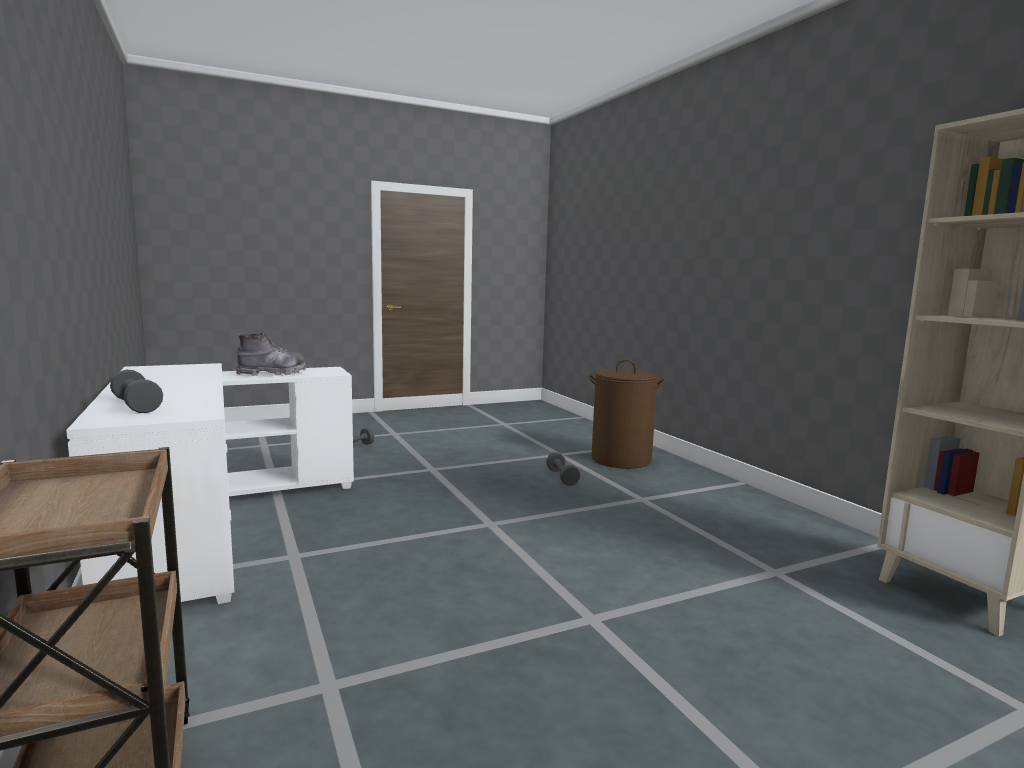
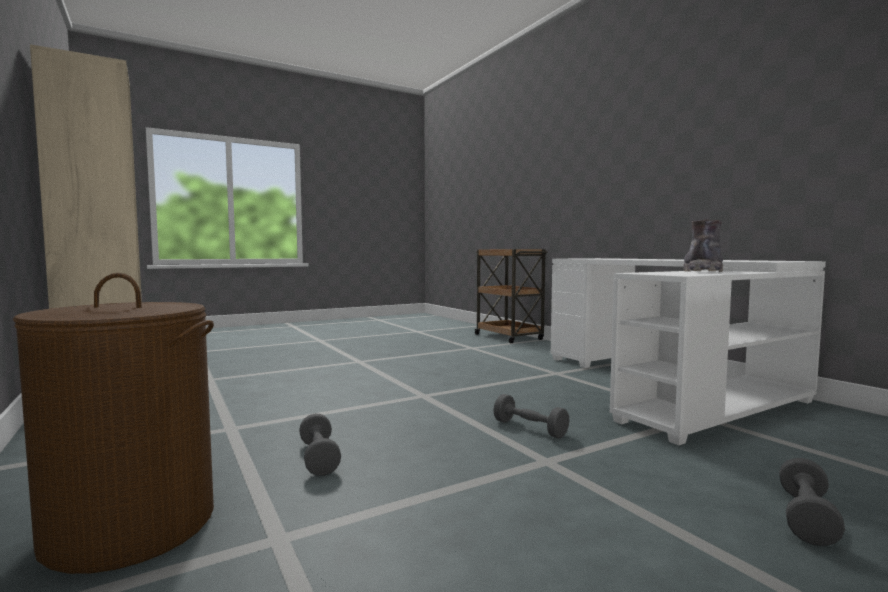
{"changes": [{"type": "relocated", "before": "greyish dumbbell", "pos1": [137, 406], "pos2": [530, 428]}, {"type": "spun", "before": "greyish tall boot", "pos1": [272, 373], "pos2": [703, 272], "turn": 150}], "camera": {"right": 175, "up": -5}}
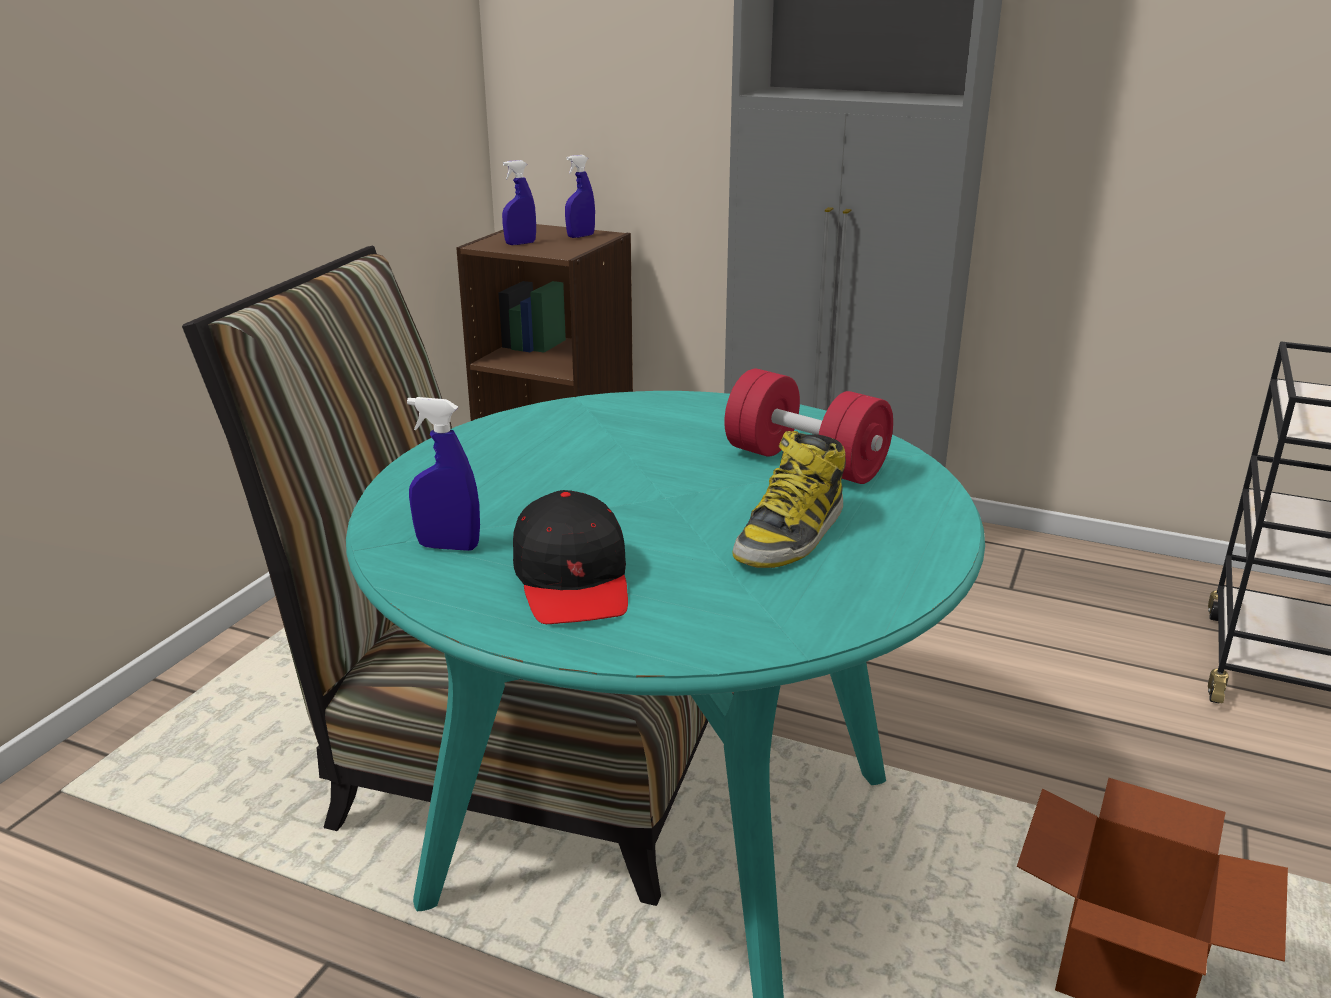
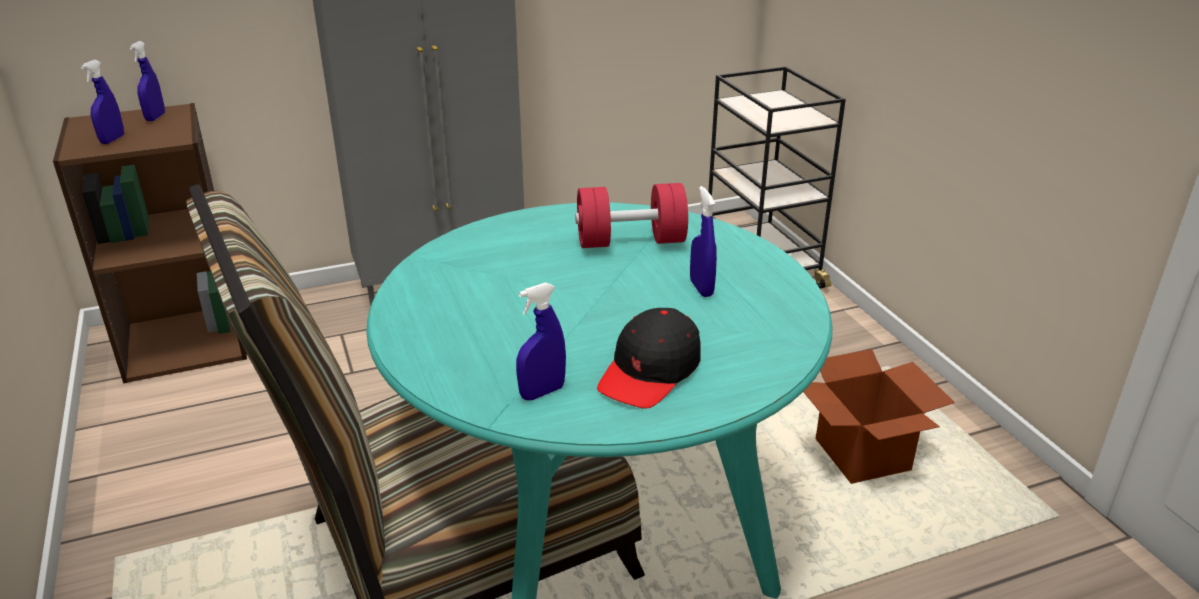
{"changes": [{"type": "spun", "before": "blackish peaked cap", "pos1": [573, 580], "pos2": [650, 372], "turn": 90}, {"type": "exchanged", "before": "tall boot", "after": "blue hand sprayer", "pos1": [791, 535], "pos2": [701, 288]}], "camera": {"right": -45, "up": 5}}
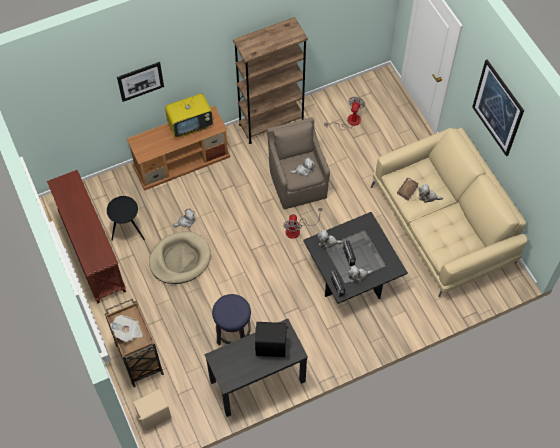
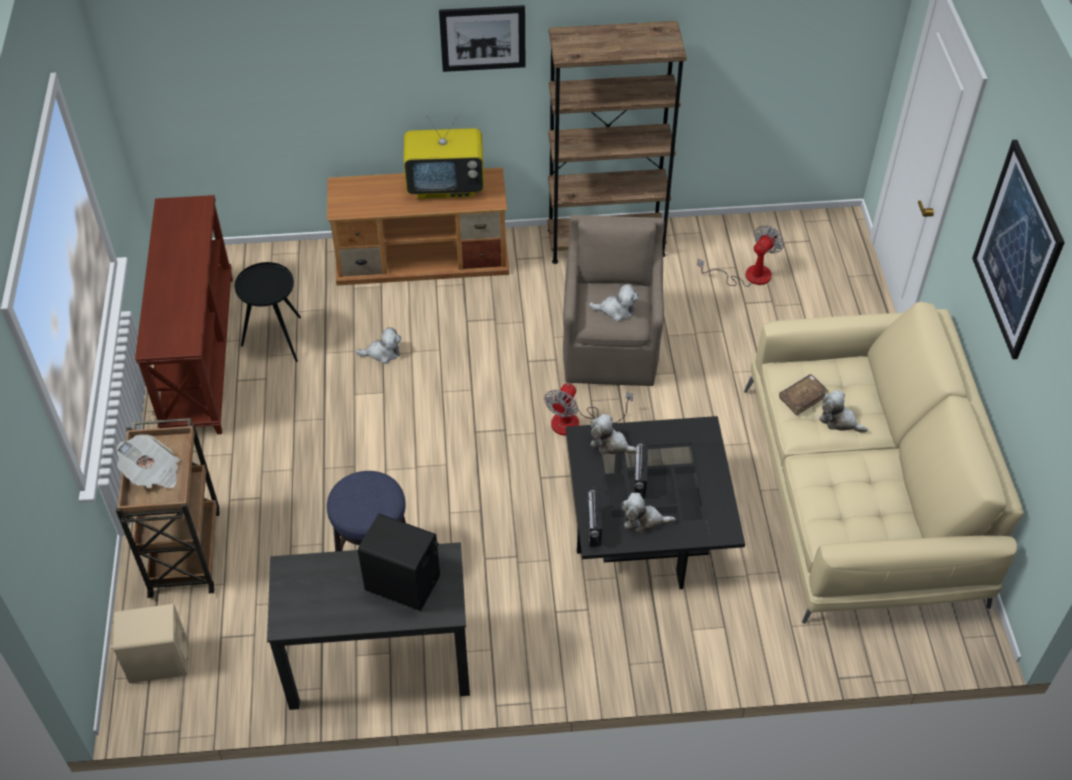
{"changes": [{"type": "relocated", "before": "wall art", "pos1": [140, 81], "pos2": [483, 38]}, {"type": "missing", "before": "beige dog cushion", "pos1": [180, 259]}], "camera": {"right": 20, "up": -10}}
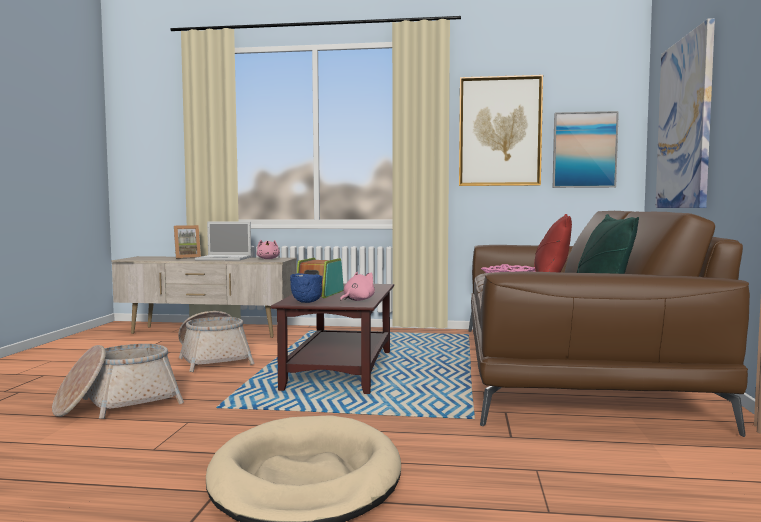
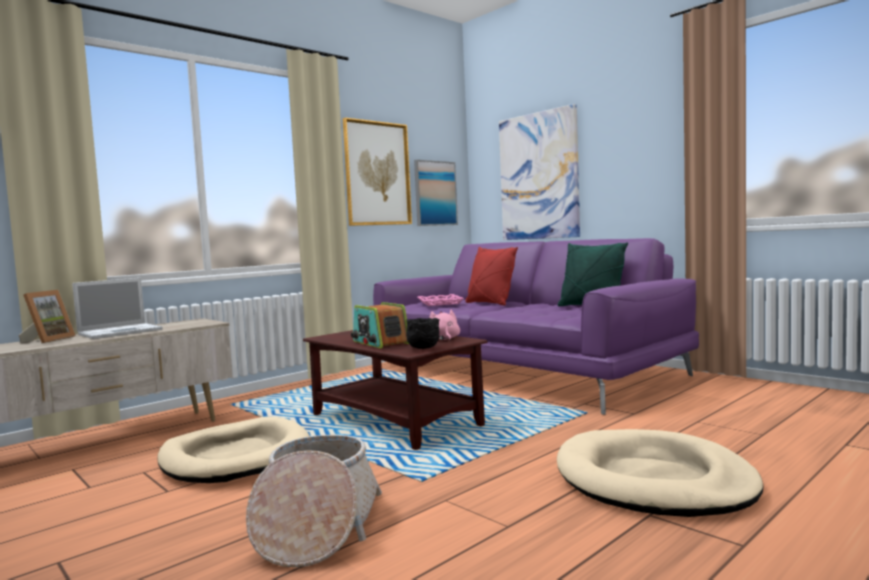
{"changes": [{"type": "exchanged", "before": "household basket", "after": "beige dog cushion", "pos1": [213, 359], "pos2": [236, 457]}, {"type": "missing", "before": "pinkish soft toy", "pos1": [268, 259]}, {"type": "colour", "before": "blue serving bowl", "after": "blackish serving bowl", "pos1": [306, 303], "pos2": [423, 349]}, {"type": "colour", "before": "brownish couch", "after": "purple-coloured couch", "pos1": [566, 369], "pos2": [521, 371]}], "camera": {"right": -50, "up": 0}}
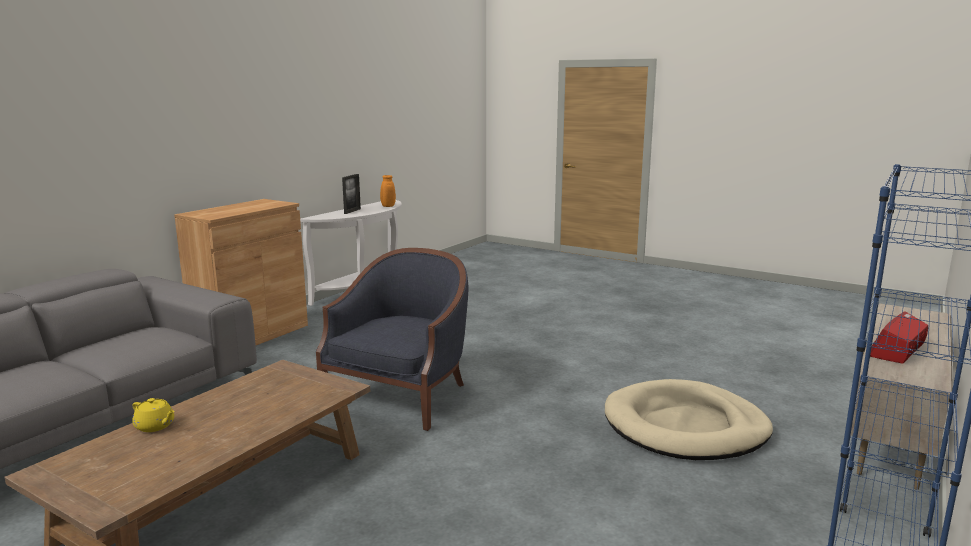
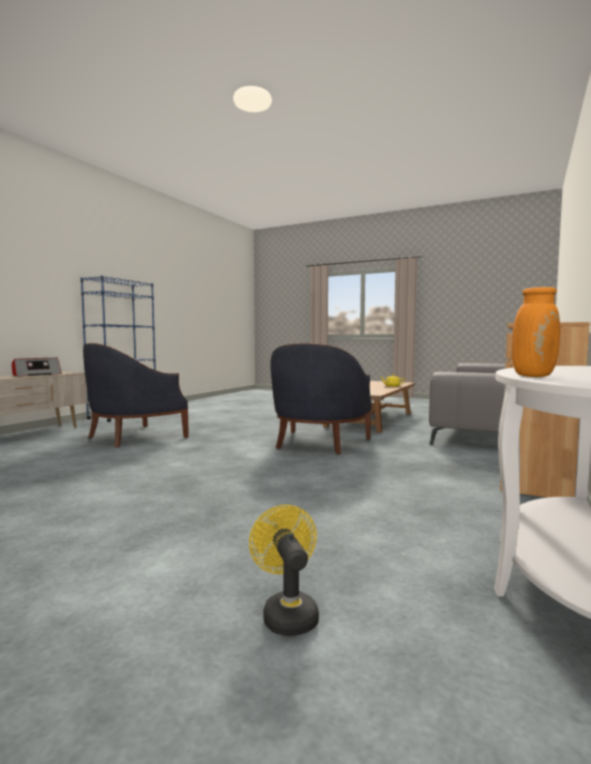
{"changes": [{"type": "missing", "before": "photo frame", "pos1": [352, 211]}, {"type": "exchanged", "before": "beige dog cushion", "after": "blue armchair", "pos1": [685, 426], "pos2": [135, 437]}, {"type": "appeared", "after": "yellow fan", "pos2": [287, 613]}], "camera": {"right": 175, "up": -10}}
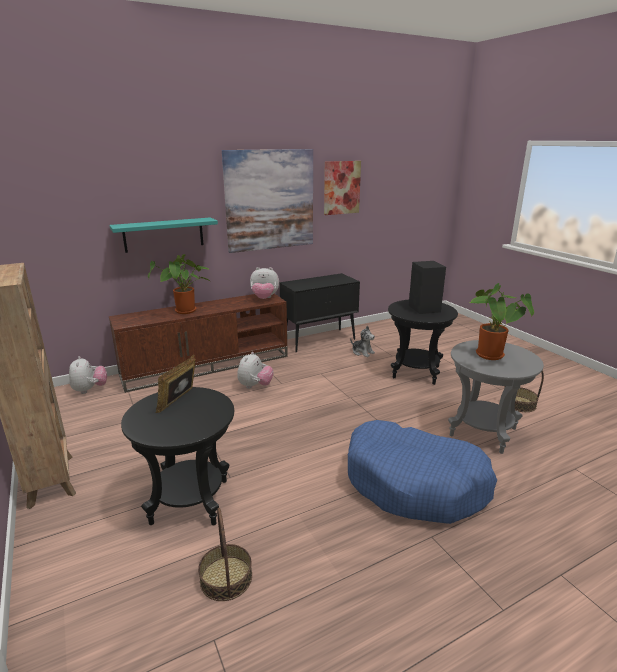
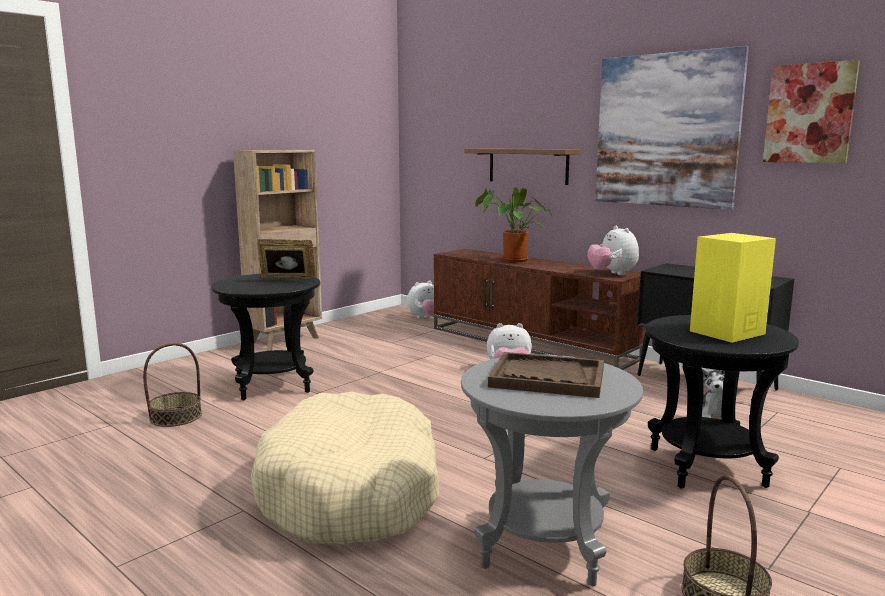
{"changes": [{"type": "colour", "before": "turquoise shelf", "after": "brownish shelf", "pos1": [164, 234], "pos2": [528, 166]}, {"type": "colour", "before": "blue dog cushion", "after": "beige dog cushion", "pos1": [415, 483], "pos2": [352, 491]}, {"type": "colour", "before": "blackish audio speaker", "after": "yellow audio speaker", "pos1": [424, 309], "pos2": [726, 333]}, {"type": "exchanged", "before": "houseplant", "after": "brownish tray", "pos1": [492, 356], "pos2": [547, 378]}], "camera": {"right": 70, "up": -10}}
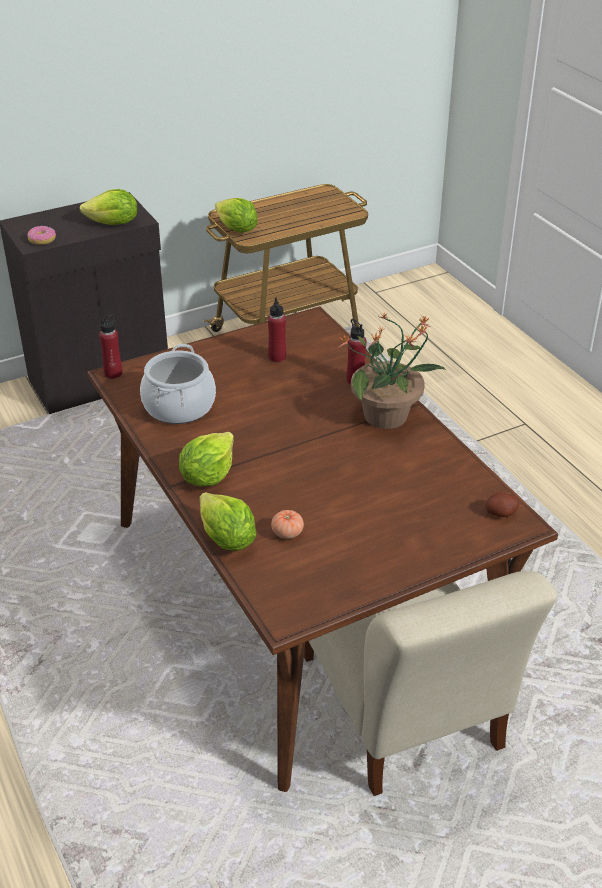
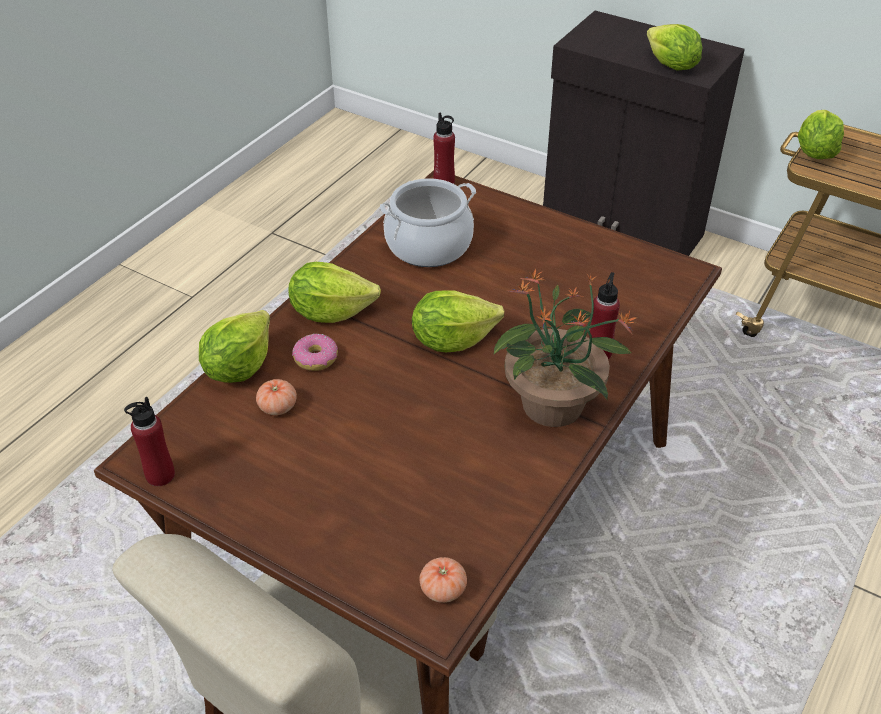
{"changes": [{"type": "relocated", "before": "donut", "pos1": [42, 240], "pos2": [316, 358]}, {"type": "relocated", "before": "red drink bottle", "pos1": [277, 357], "pos2": [160, 475]}, {"type": "exchanged", "before": "potato", "after": "tomato", "pos1": [501, 513], "pos2": [443, 589]}, {"type": "appeared", "after": "lettuce", "pos2": [452, 340]}], "camera": {"right": 60, "up": 5}}
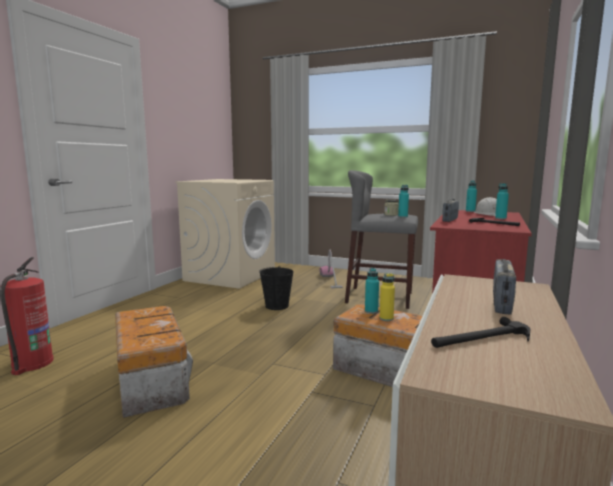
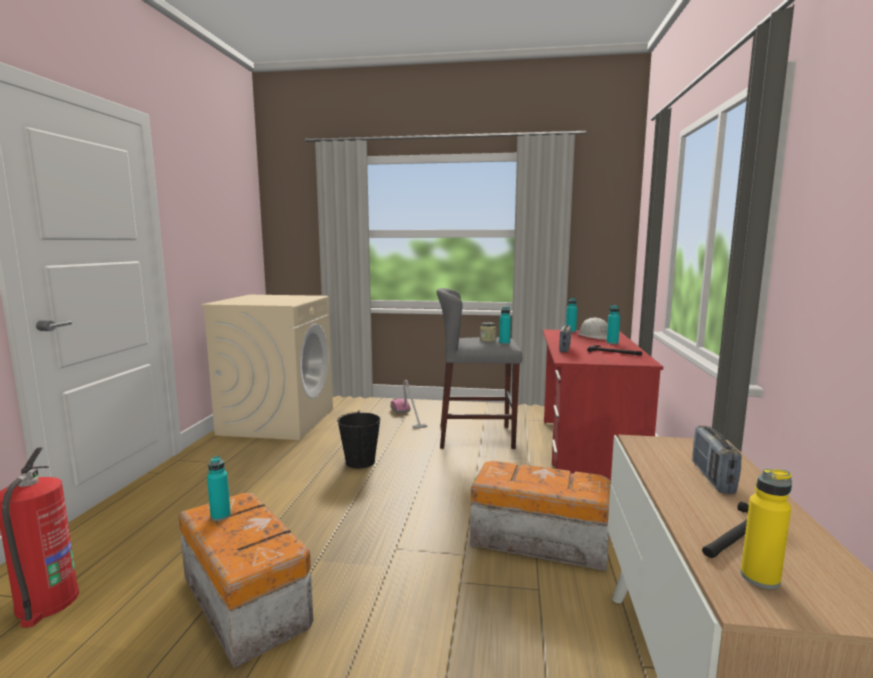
{"changes": [{"type": "relocated", "before": "turquoise drink bottle", "pos1": [371, 311], "pos2": [220, 516]}, {"type": "relocated", "before": "yellow drink bottle", "pos1": [386, 318], "pos2": [760, 578]}], "camera": {"right": -15, "up": 0}}
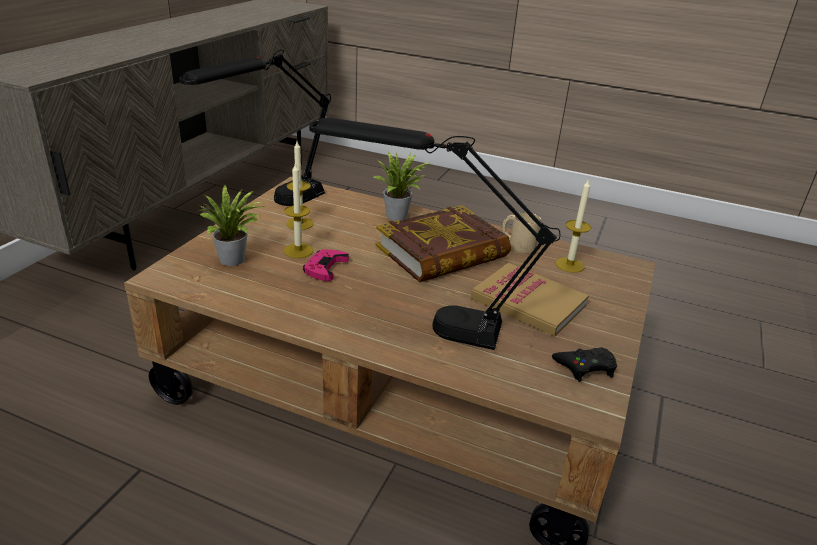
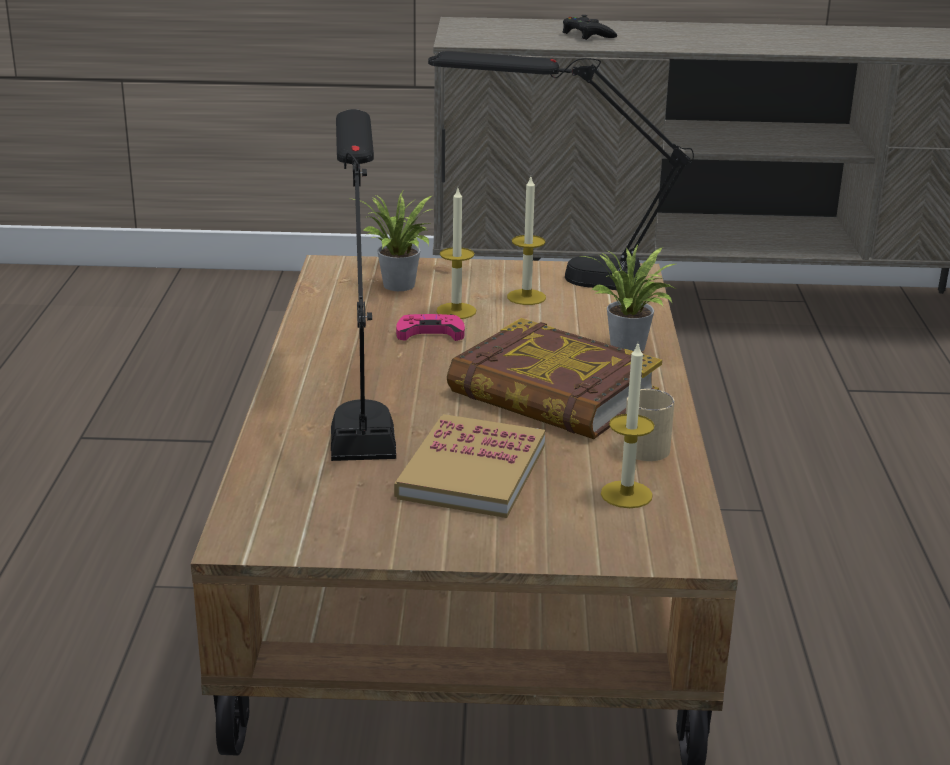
{"changes": [{"type": "relocated", "before": "blackish game controller", "pos1": [585, 367], "pos2": [587, 35]}], "camera": {"right": 70, "up": -5}}
